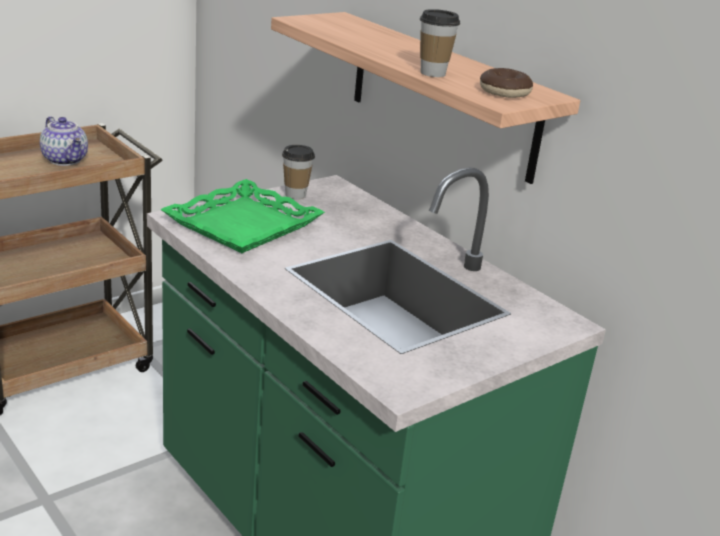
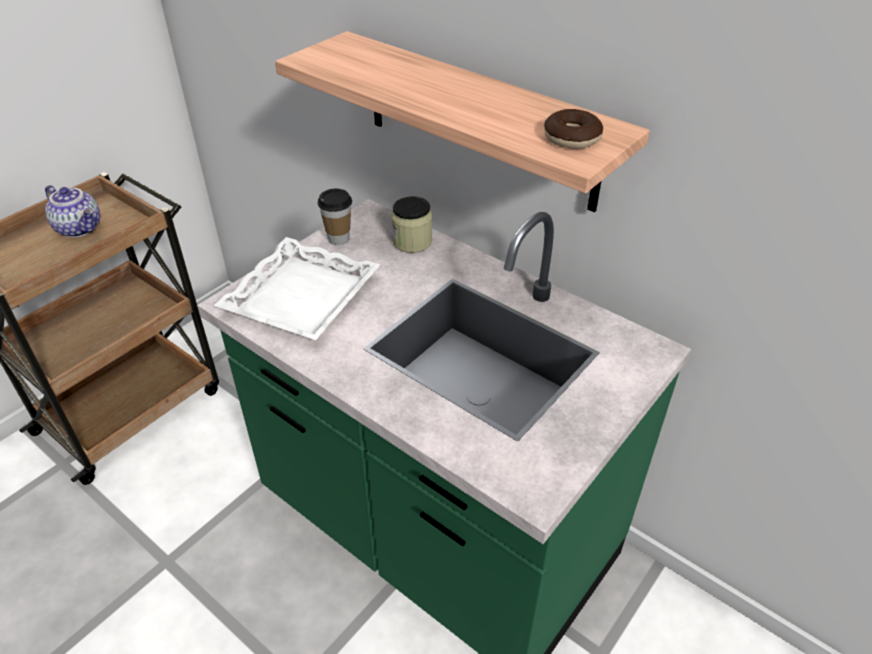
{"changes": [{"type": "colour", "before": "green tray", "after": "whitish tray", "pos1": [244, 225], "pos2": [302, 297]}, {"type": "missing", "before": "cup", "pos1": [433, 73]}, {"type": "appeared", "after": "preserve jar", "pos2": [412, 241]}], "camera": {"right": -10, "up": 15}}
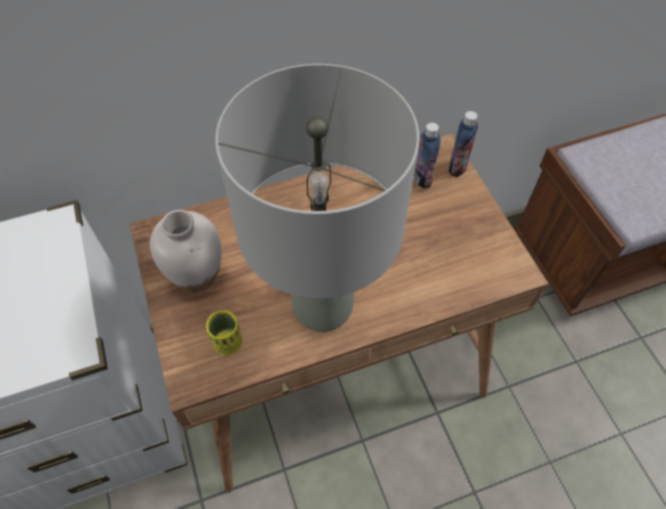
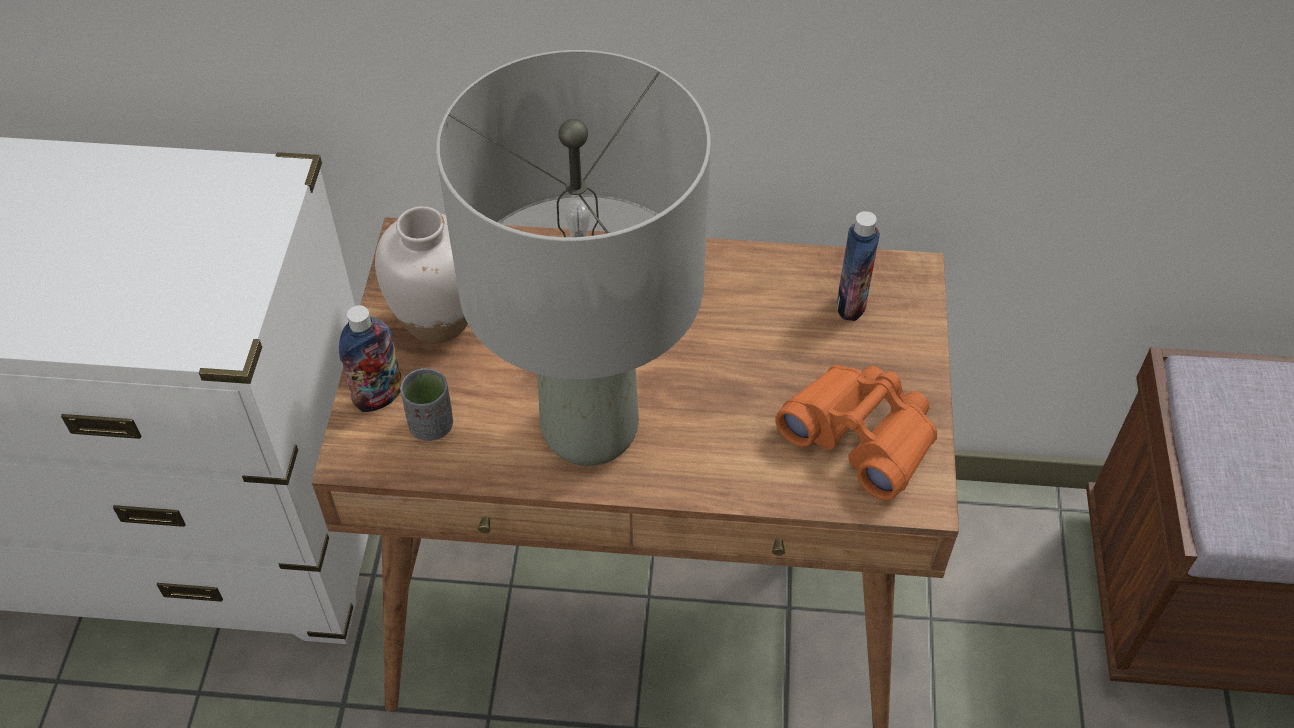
{"changes": [{"type": "colour", "before": "yellow cup", "after": "greyish cup", "pos1": [228, 342], "pos2": [431, 425]}, {"type": "relocated", "before": "drink bottle", "pos1": [457, 167], "pos2": [378, 396]}, {"type": "appeared", "after": "orange pair of binoculars", "pos2": [861, 436]}], "camera": {"right": 25, "up": -5}}
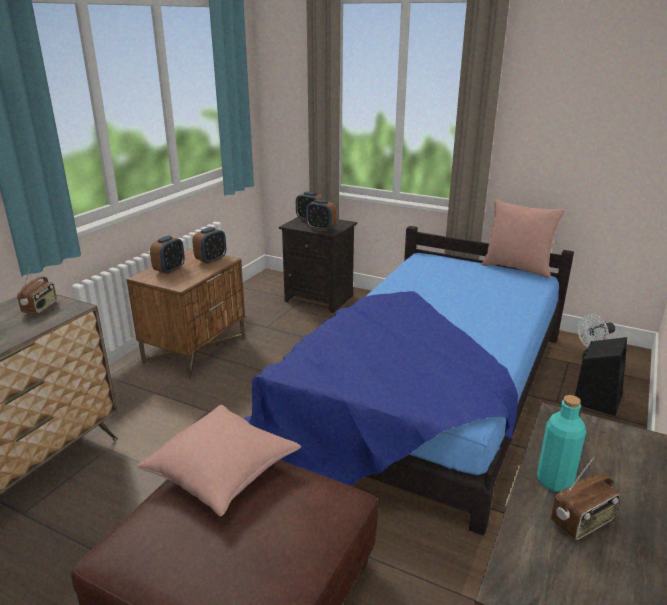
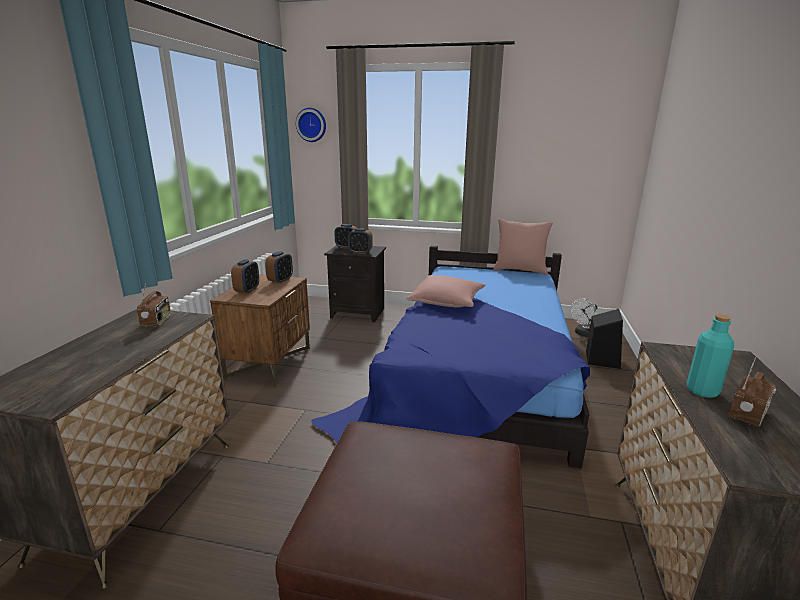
{"changes": [{"type": "relocated", "before": "pinkish throw pillow", "pos1": [222, 471], "pos2": [447, 302]}, {"type": "appeared", "after": "wall clock", "pos2": [312, 125]}], "camera": {"right": -15, "up": -5}}
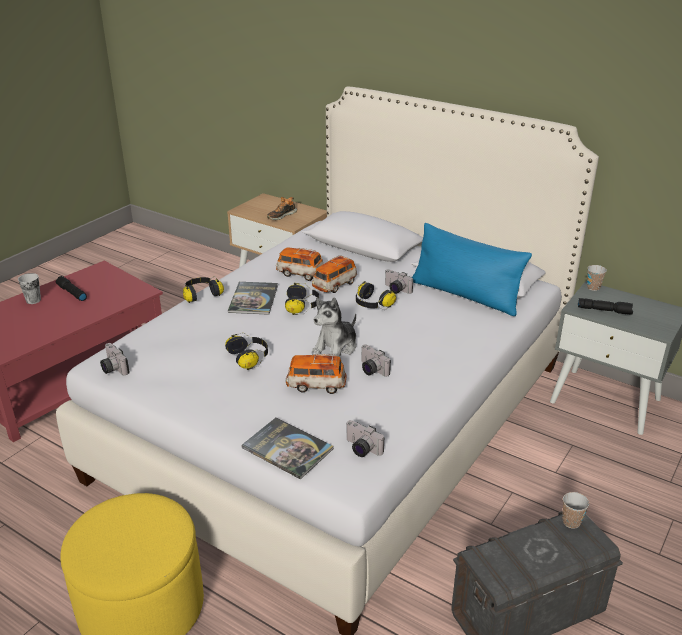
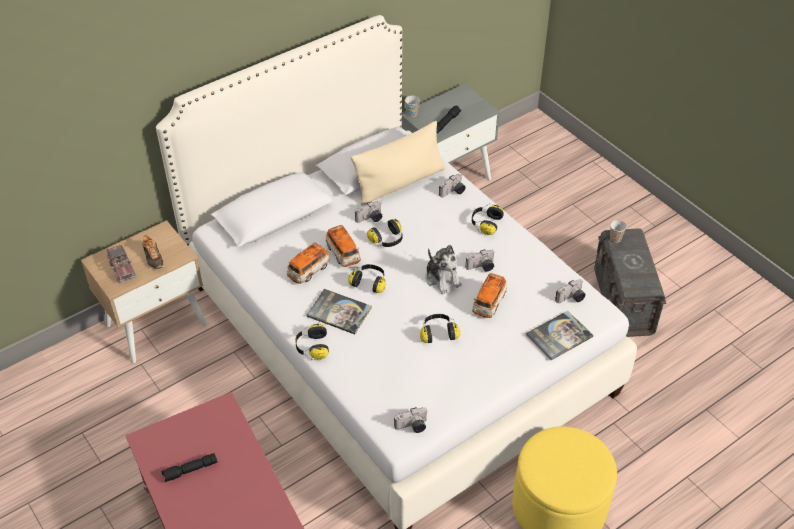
{"changes": [{"type": "missing", "before": "cup", "pos1": [33, 300]}, {"type": "colour", "before": "blue throw pillow", "after": "beige throw pillow", "pos1": [465, 295], "pos2": [400, 183]}, {"type": "appeared", "after": "model truck", "pos2": [122, 269]}, {"type": "appeared", "after": "still camera", "pos2": [453, 192]}, {"type": "appeared", "after": "pair of headphones", "pos2": [485, 224]}], "camera": {"right": -70, "up": 15}}
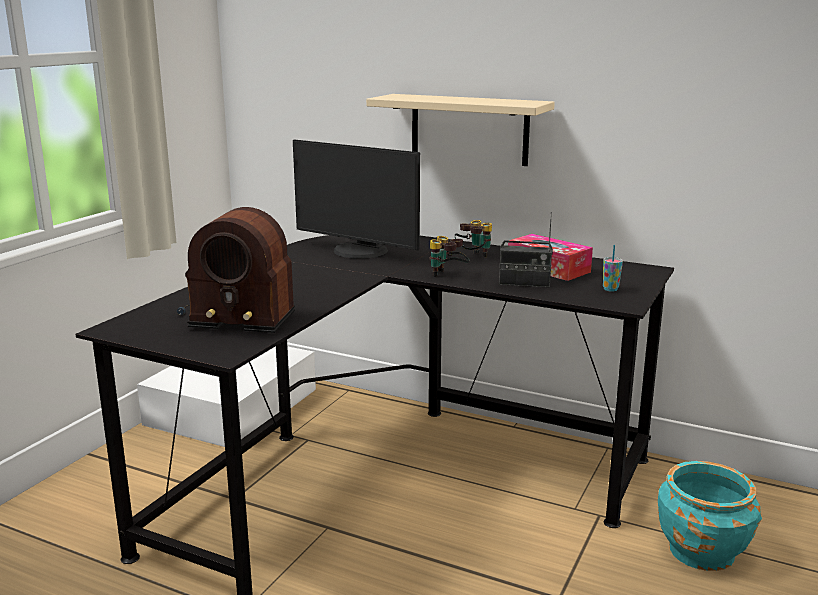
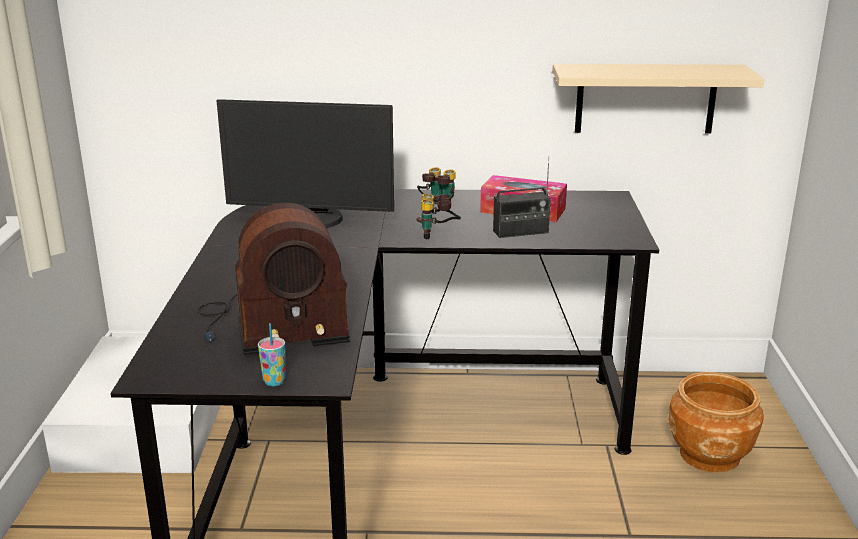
{"changes": [{"type": "relocated", "before": "beige shelf", "pos1": [469, 129], "pos2": [645, 98]}, {"type": "relocated", "before": "cup", "pos1": [610, 289], "pos2": [274, 381]}, {"type": "colour", "before": "turquoise flower pot", "after": "brownish flower pot", "pos1": [702, 551], "pos2": [710, 455]}], "camera": {"right": -25, "up": 5}}
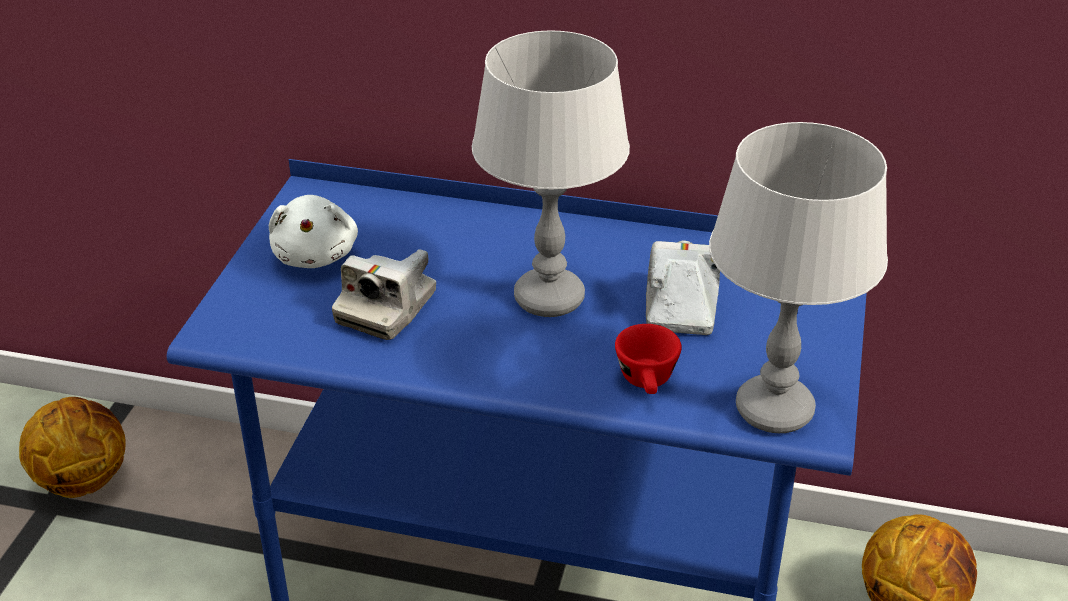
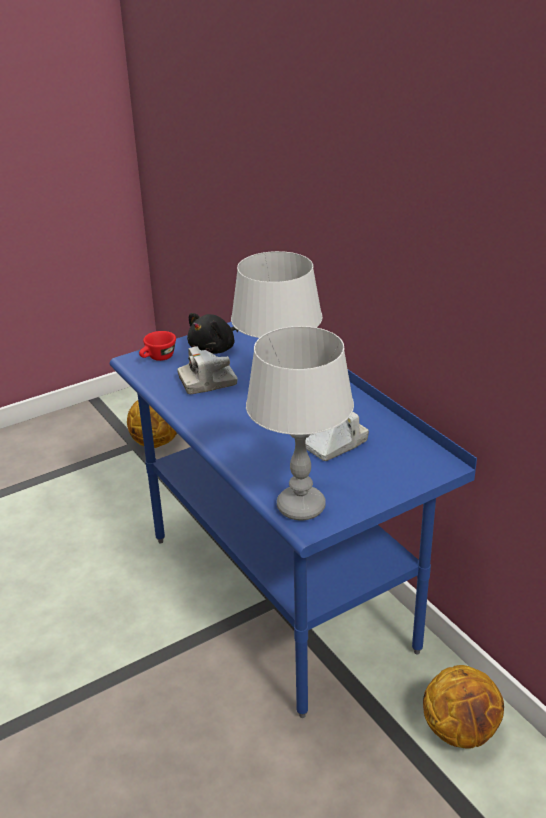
{"changes": [{"type": "colour", "before": "whitish soft toy", "after": "blackish soft toy", "pos1": [316, 255], "pos2": [214, 349]}, {"type": "relocated", "before": "red cup", "pos1": [648, 382], "pos2": [158, 358]}], "camera": {"right": 45, "up": -5}}
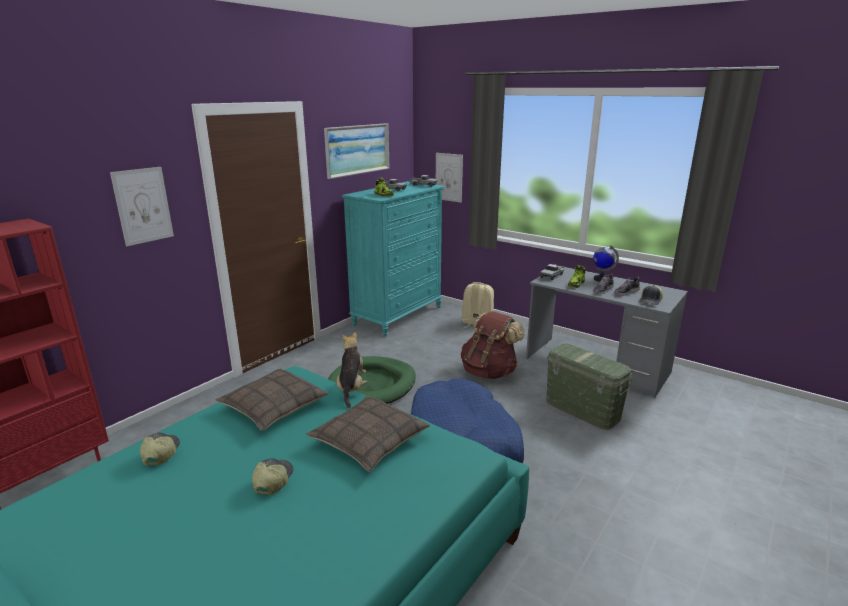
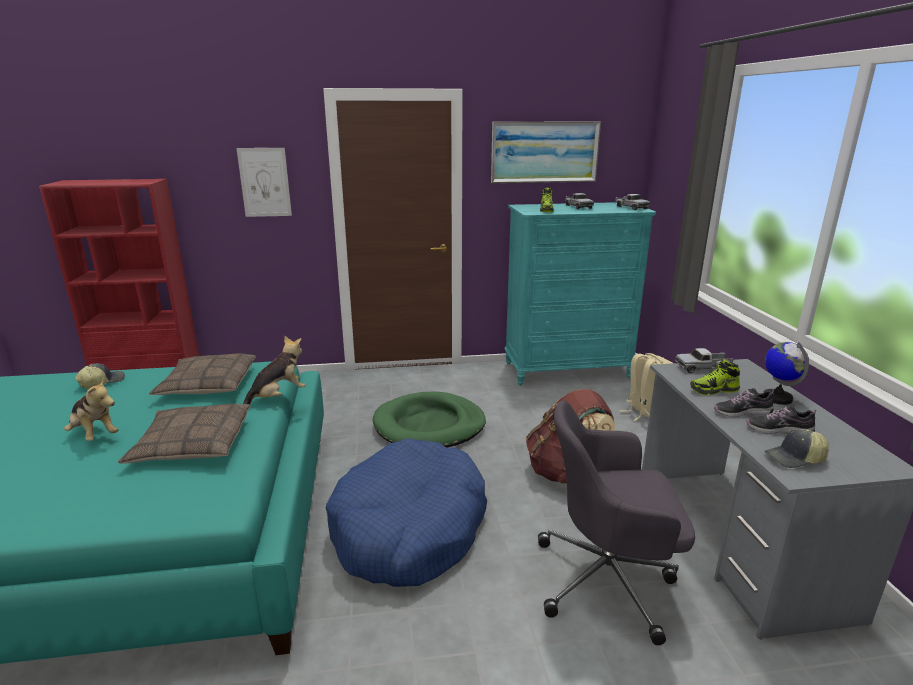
{"changes": [{"type": "exchanged", "before": "peaked cap", "after": "soft toy", "pos1": [272, 480], "pos2": [94, 434]}, {"type": "missing", "before": "wall art", "pos1": [449, 177]}, {"type": "exchanged", "before": "green storage bin", "after": "greyish desk chair", "pos1": [582, 409], "pos2": [608, 580]}], "camera": {"right": 45, "up": 0}}
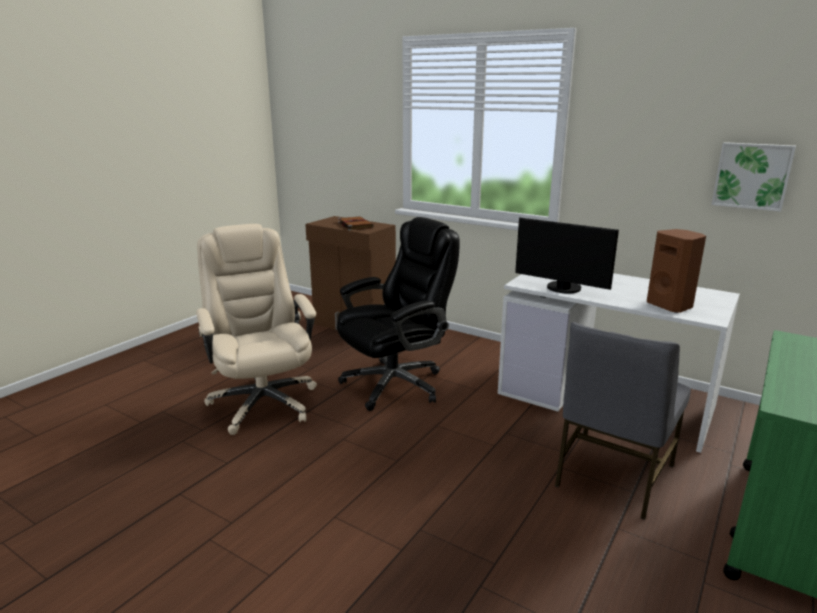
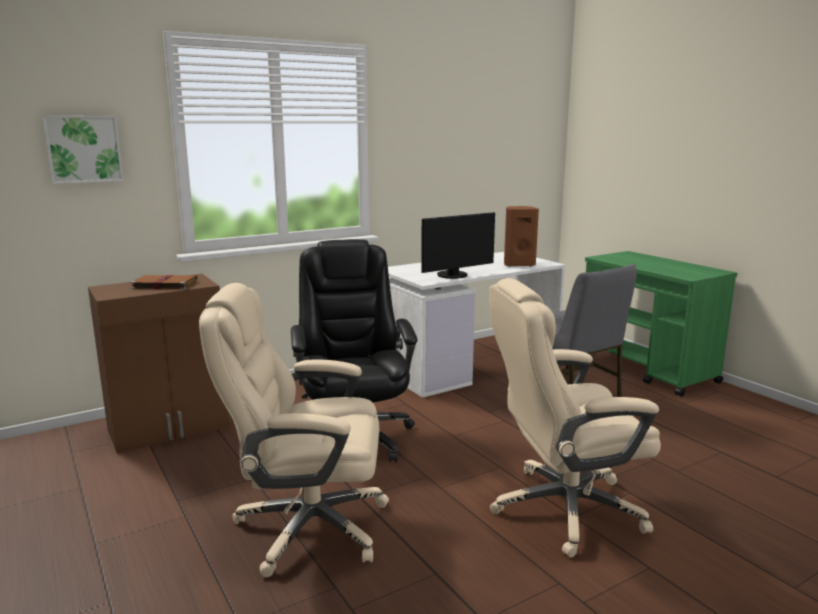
{"changes": [{"type": "relocated", "before": "wall art", "pos1": [752, 176], "pos2": [83, 149]}, {"type": "appeared", "after": "beige desk chair", "pos2": [563, 509]}], "camera": {"right": -65, "up": -5}}
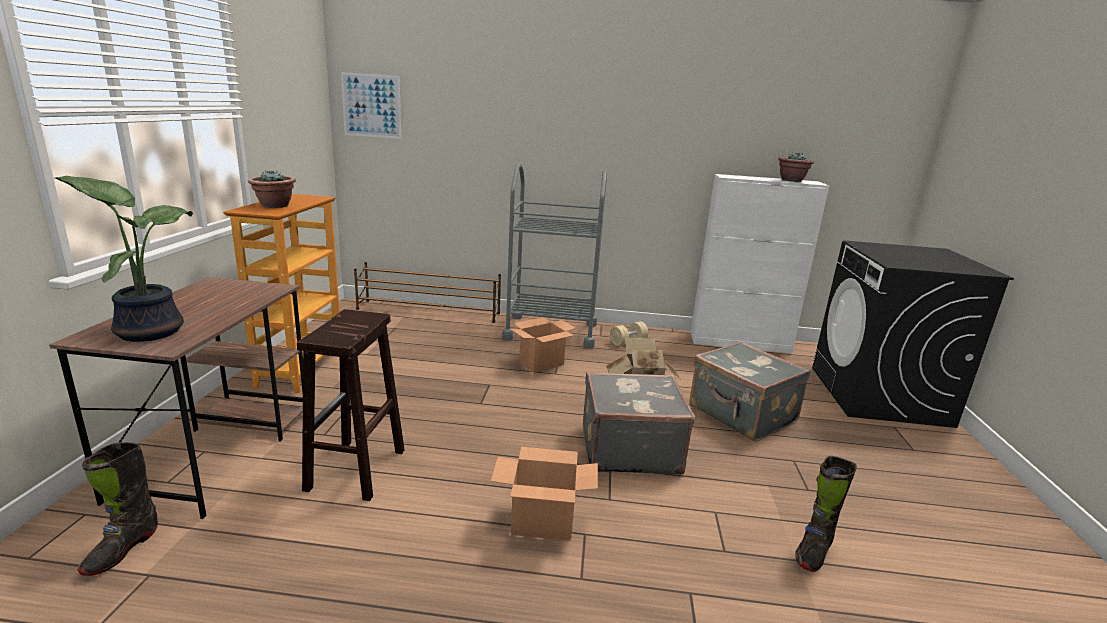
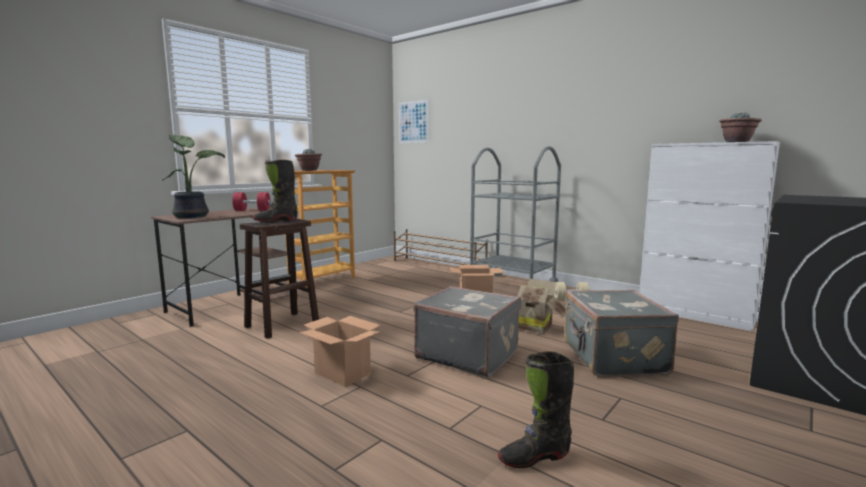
{"changes": [{"type": "relocated", "before": "blackish tall boot", "pos1": [122, 550], "pos2": [276, 221]}, {"type": "appeared", "after": "red dumbbell", "pos2": [252, 210]}], "camera": {"right": 35, "up": -10}}
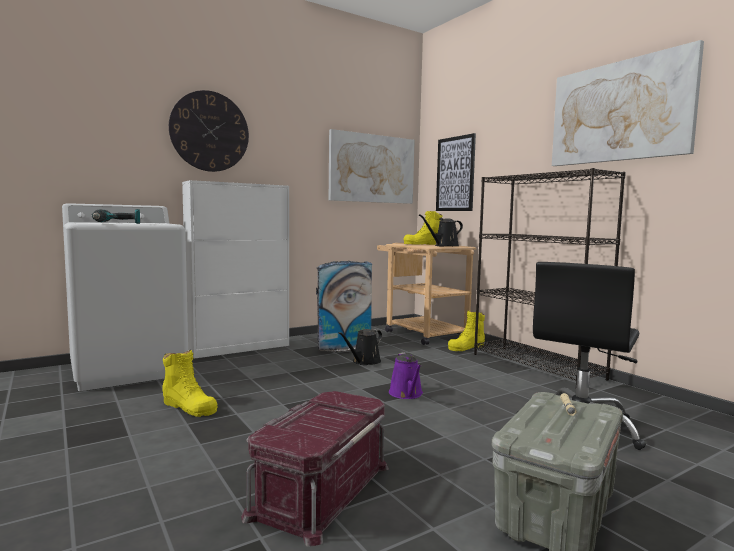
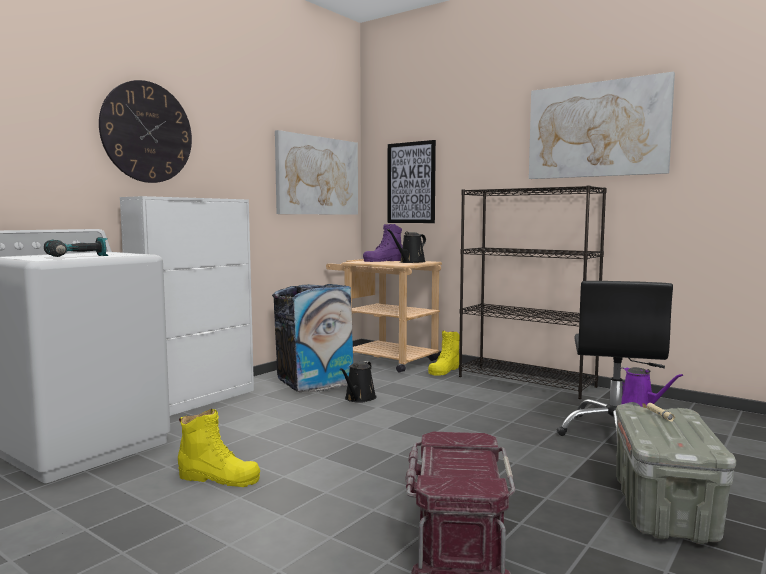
{"changes": [{"type": "relocated", "before": "purple-coloured watering pot", "pos1": [406, 394], "pos2": [640, 406]}, {"type": "colour", "before": "yellow tall boot", "after": "purple-coloured tall boot", "pos1": [423, 244], "pos2": [383, 261]}], "camera": {"right": -20, "up": 0}}
